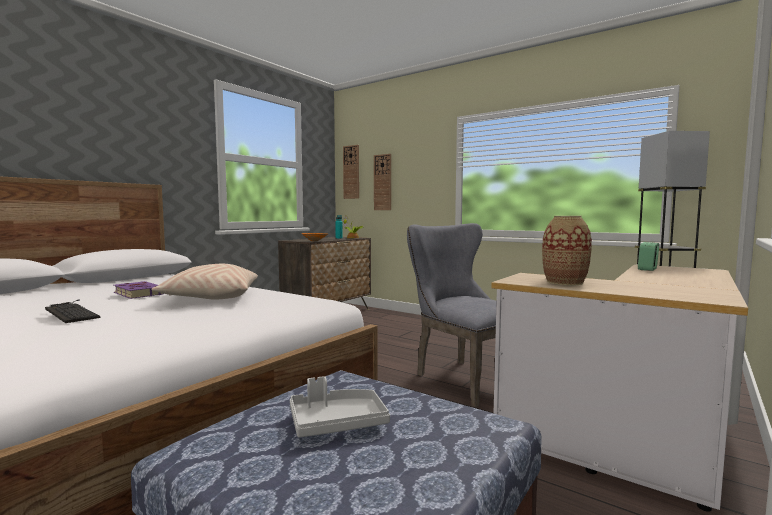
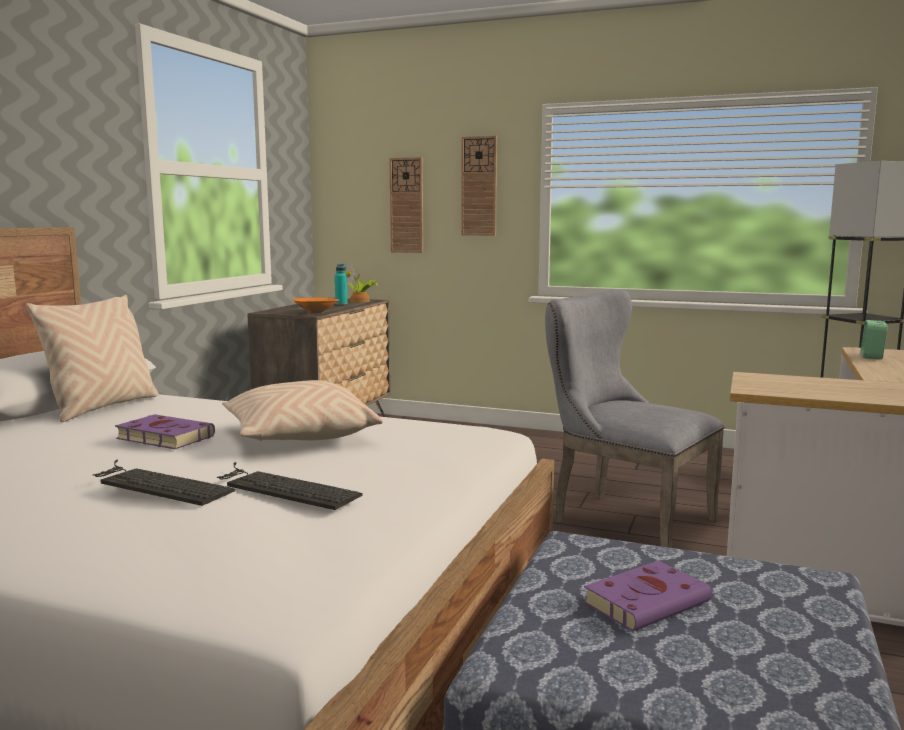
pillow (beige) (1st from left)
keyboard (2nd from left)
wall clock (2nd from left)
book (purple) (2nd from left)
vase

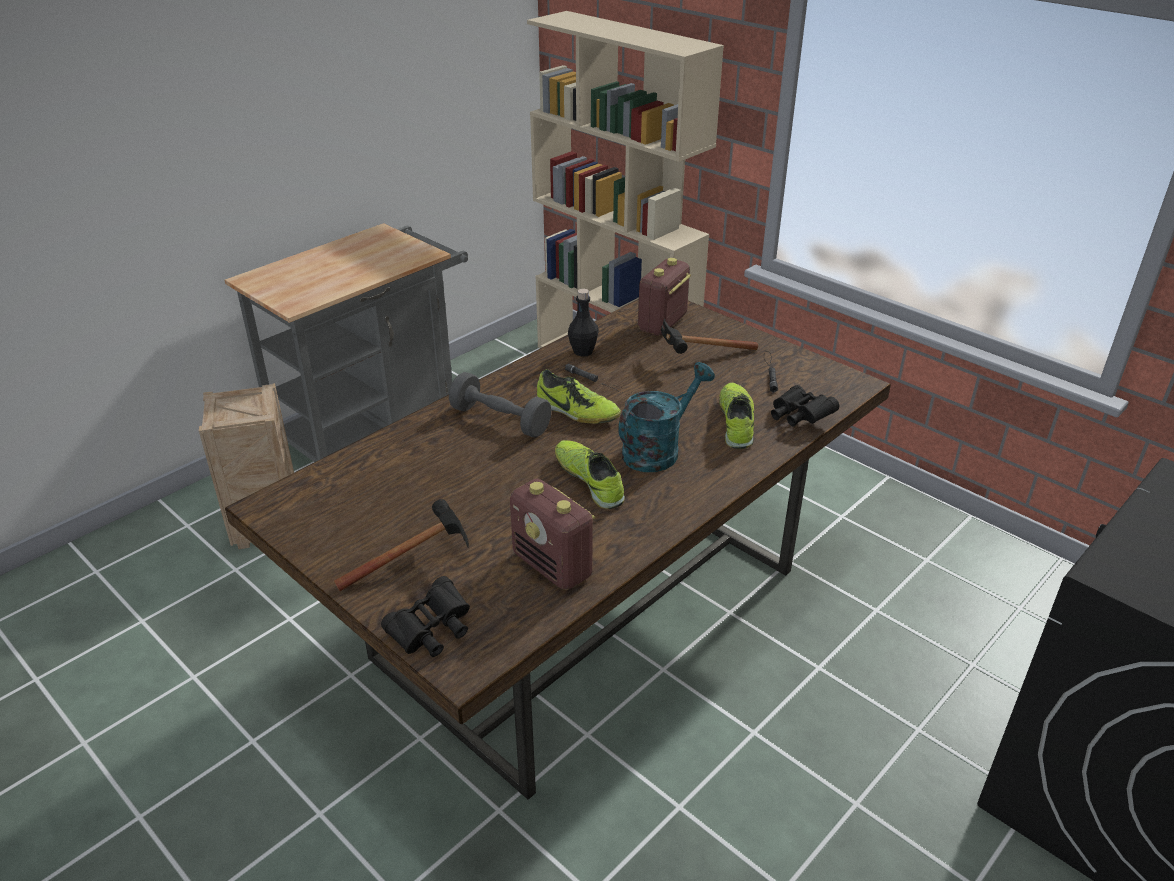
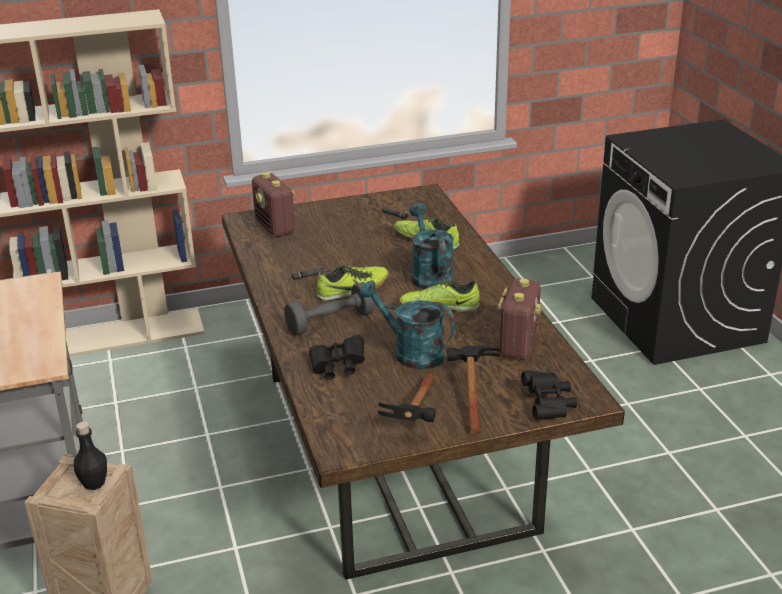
bottle (black)
binoculars (black) (1st from left)
watering can (turquoise) (1st from left)
hammer (1st from left)
radio (2nd from left)

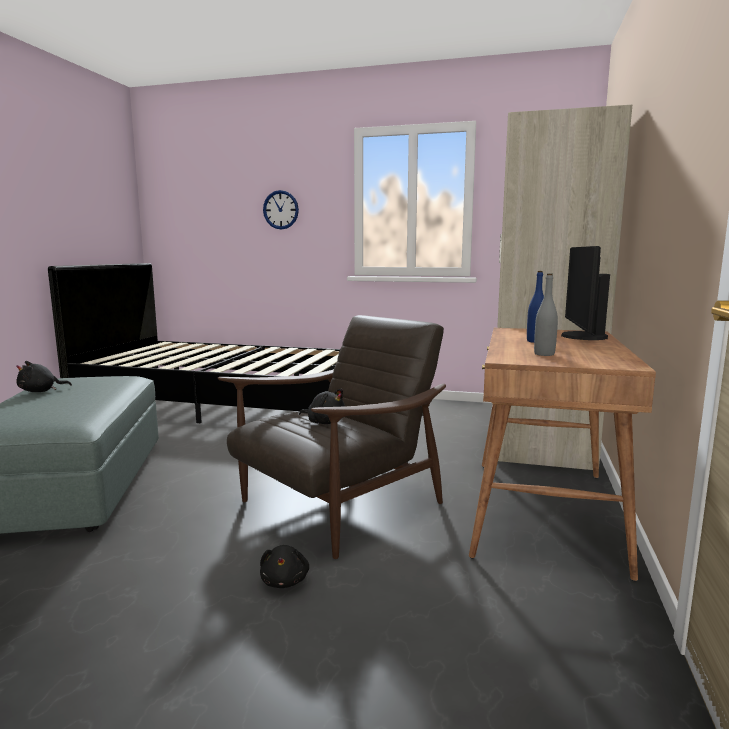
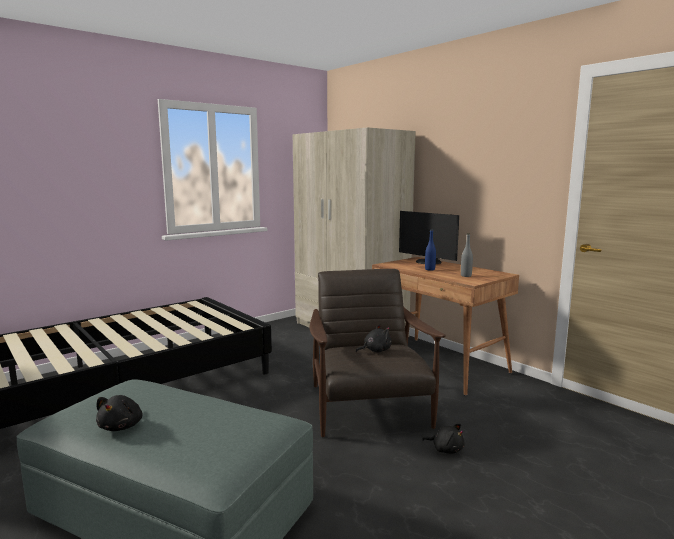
wall clock

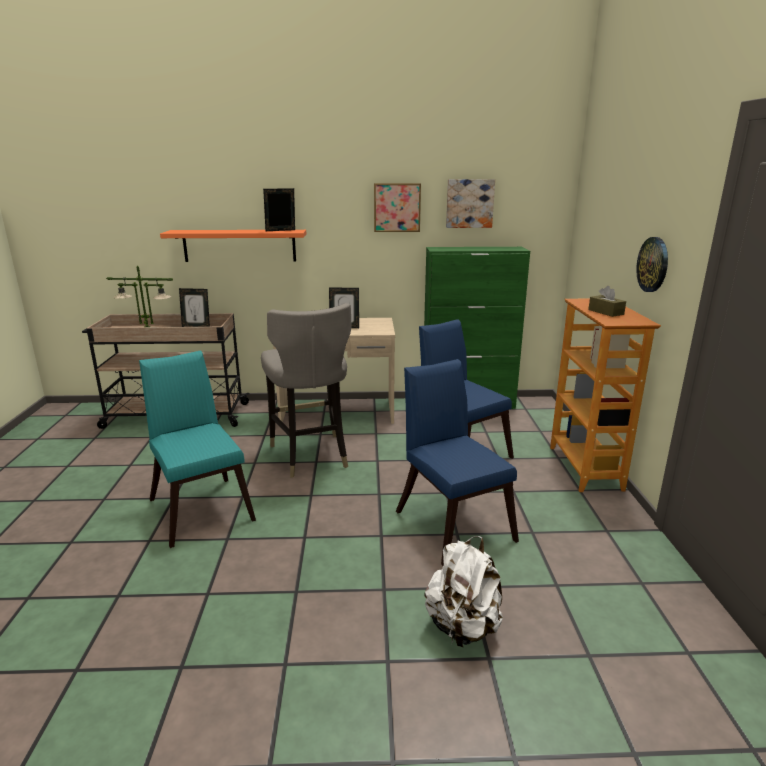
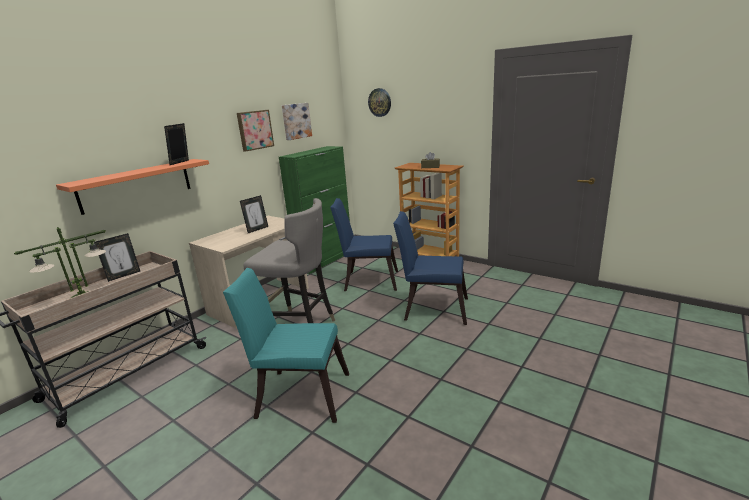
wall clock
backpack (white)

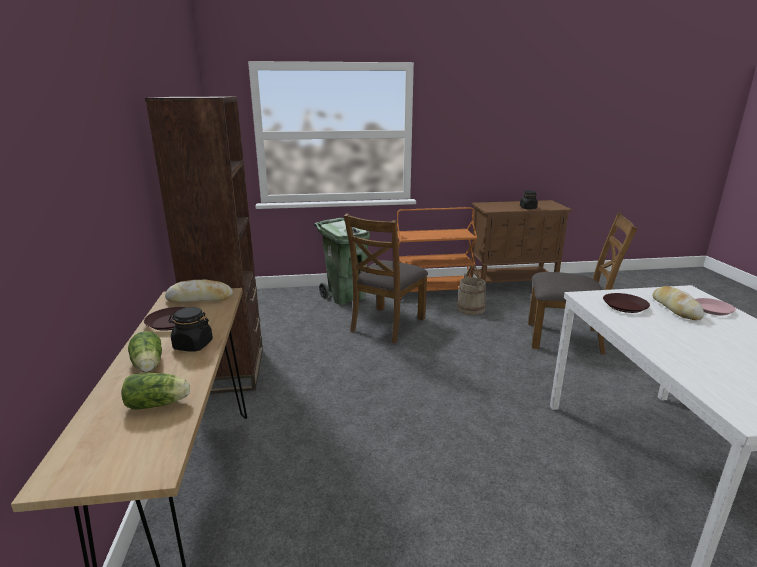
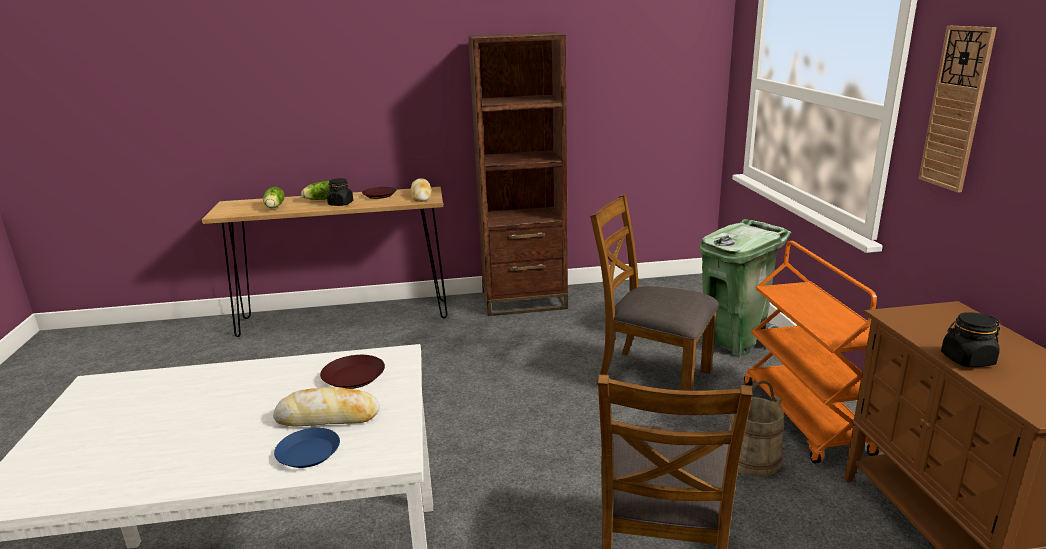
plate (blue)
wall clock

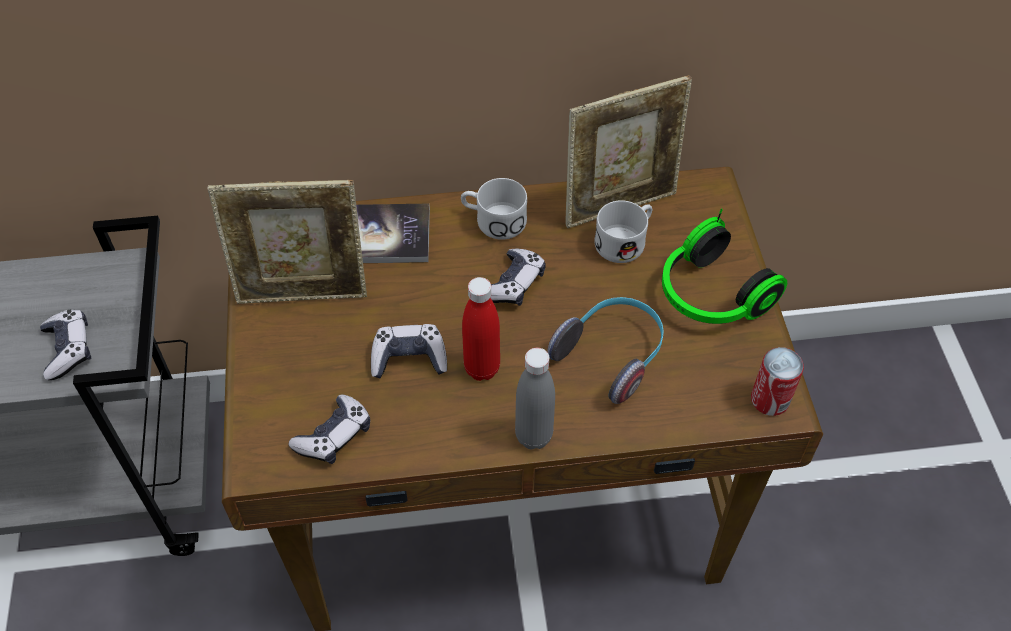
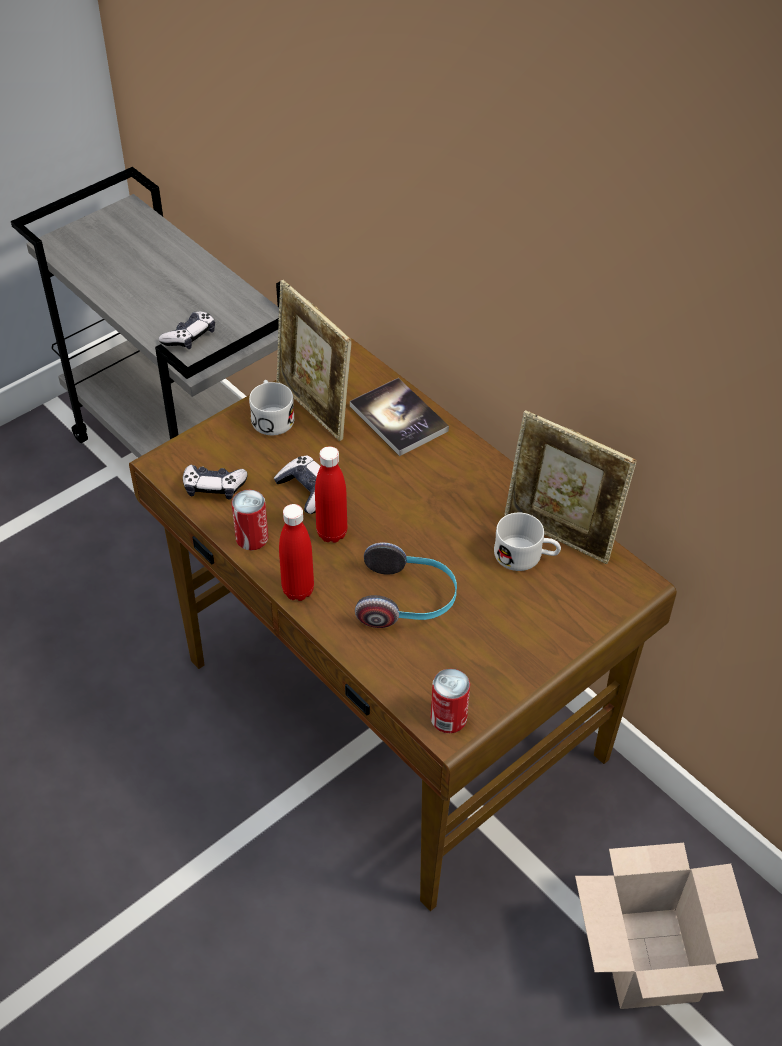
can (1st from left)
mug (white) (1st from left)
bottle (red) (1st from left)
cardboard box
game controller (4th from left in the first image)
headphones (2nd from left in the first image)

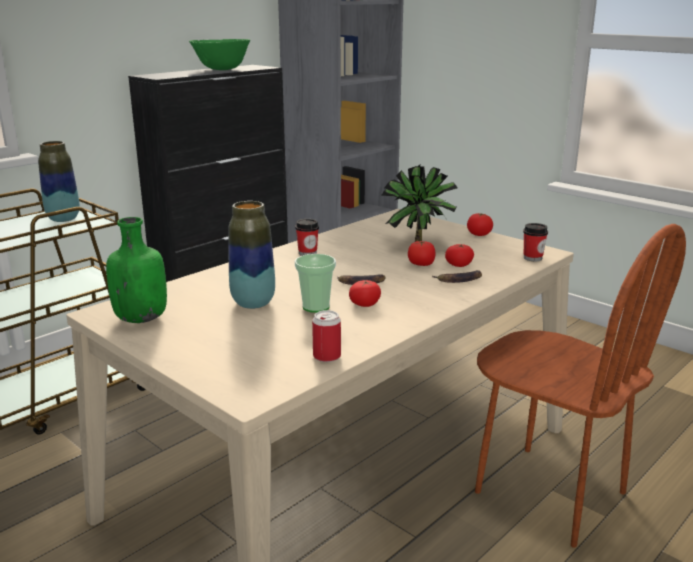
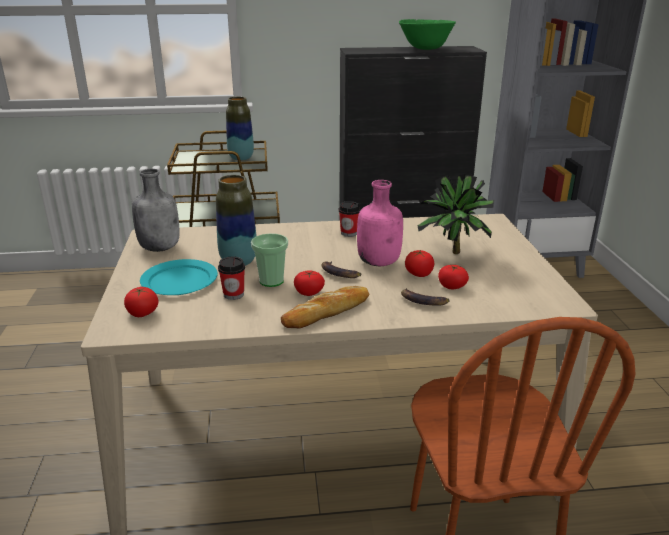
tomato (1st from left)
bottle (grey)
plate (turquoise)
cup (1st from left)
bread
bottle (pink)
can

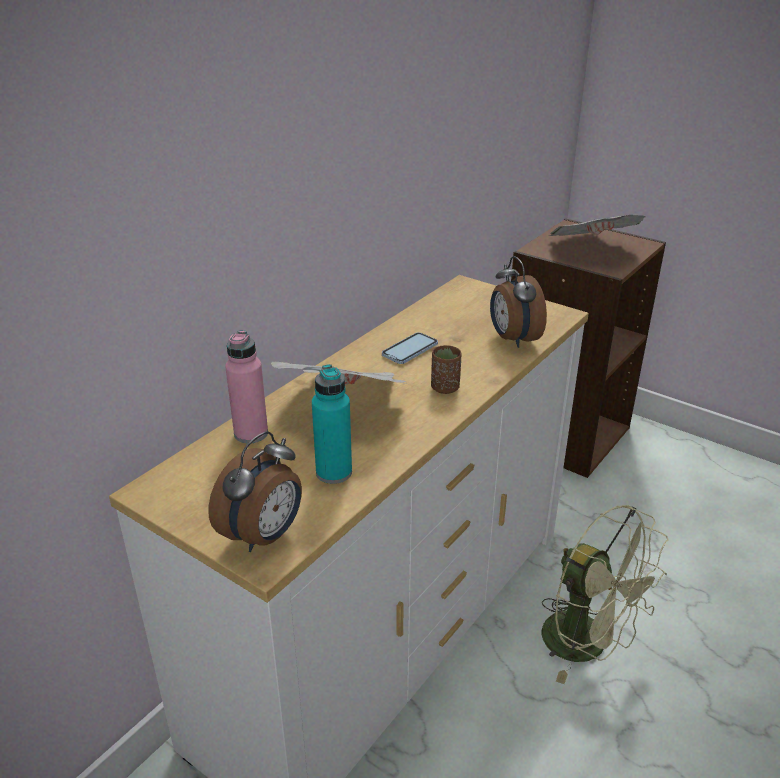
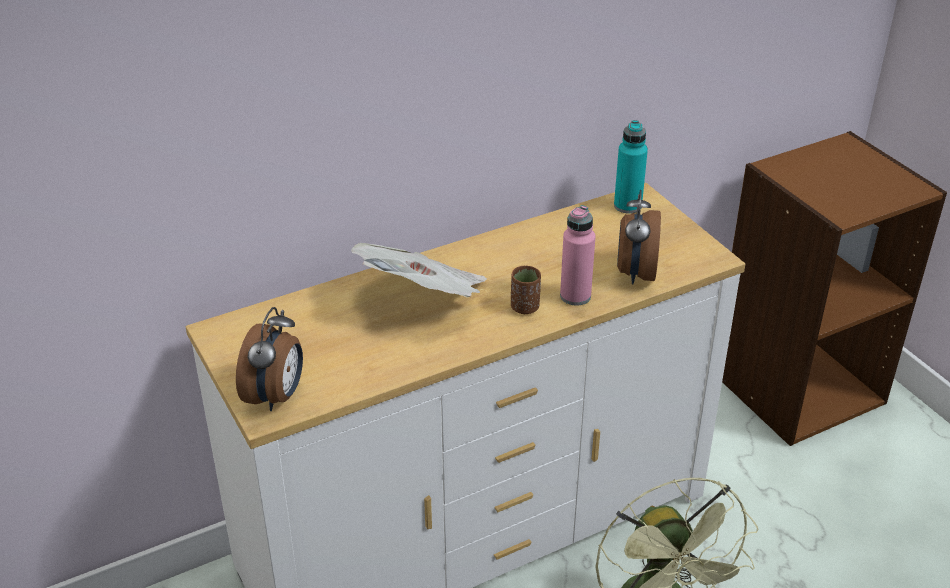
alarm clock (1st from left)
bottle (pink)
bottle (turquoise)
phone
newspaper (2nd from left in the first image)

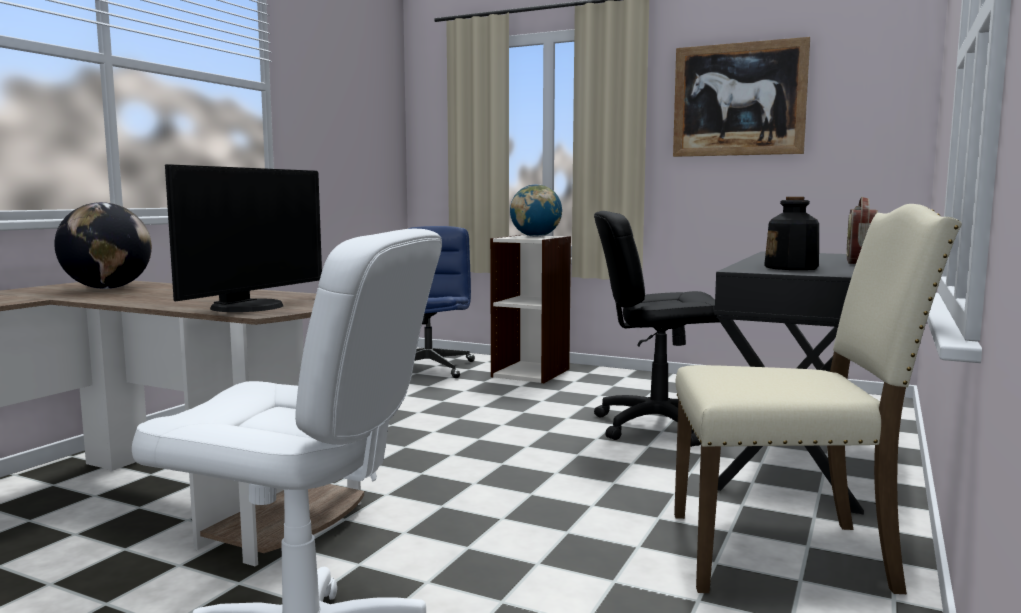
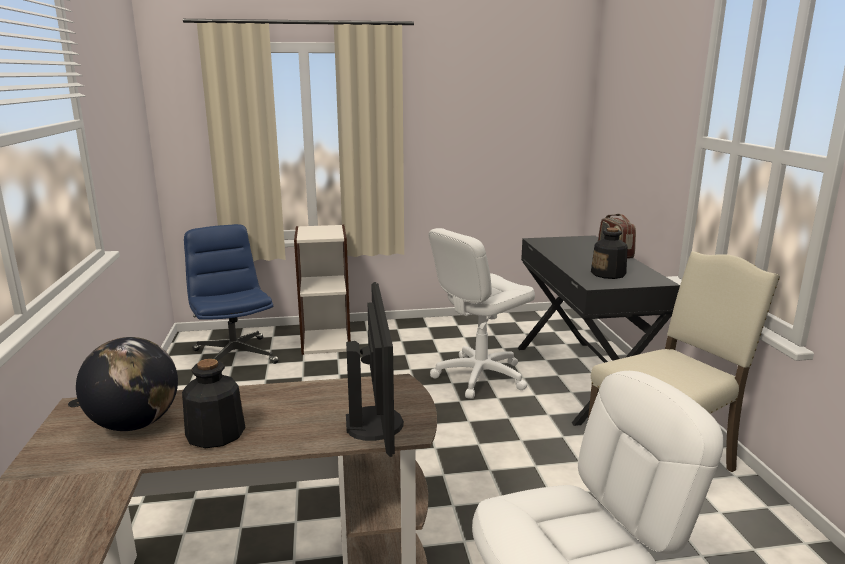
bottle (1st from left)
office chair (white) (1st from left)
globe (2nd from left in the first image)
picture

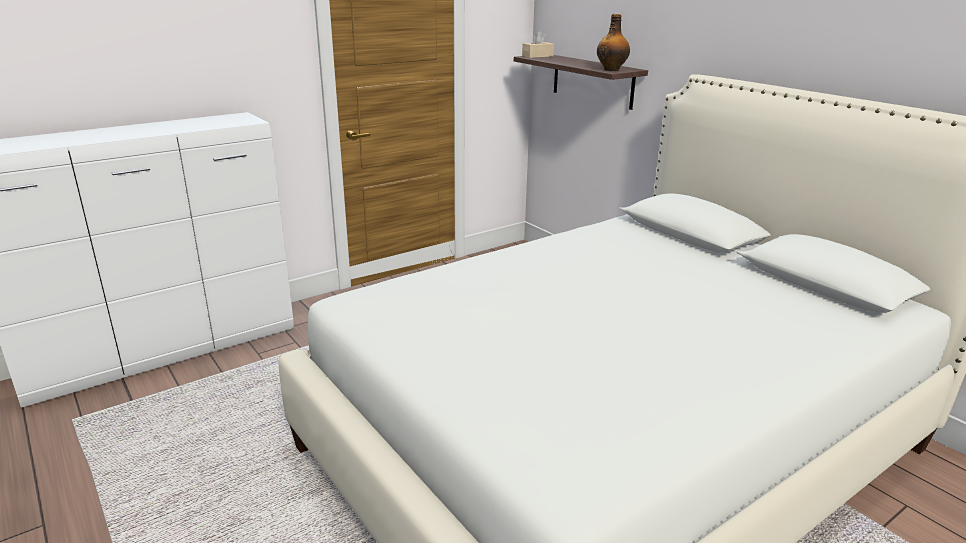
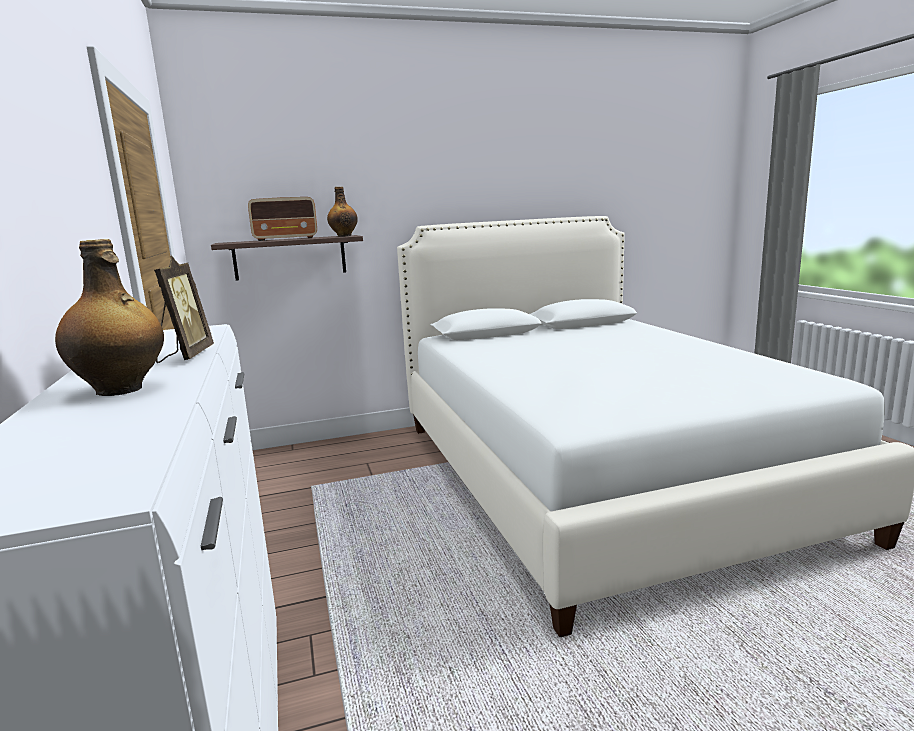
bottle (1st from left)
picture frame
radio
tissue box (beige)

